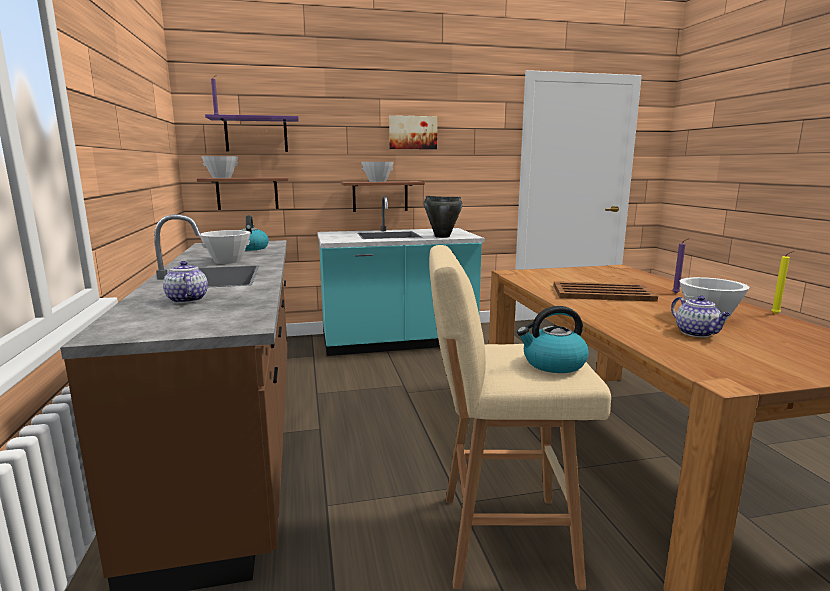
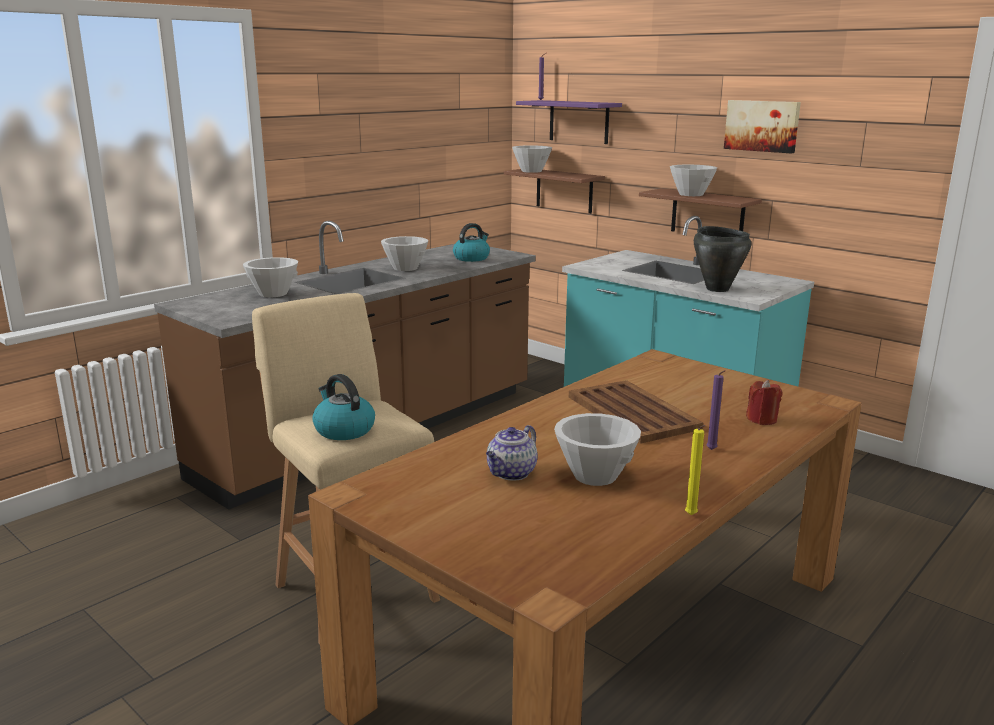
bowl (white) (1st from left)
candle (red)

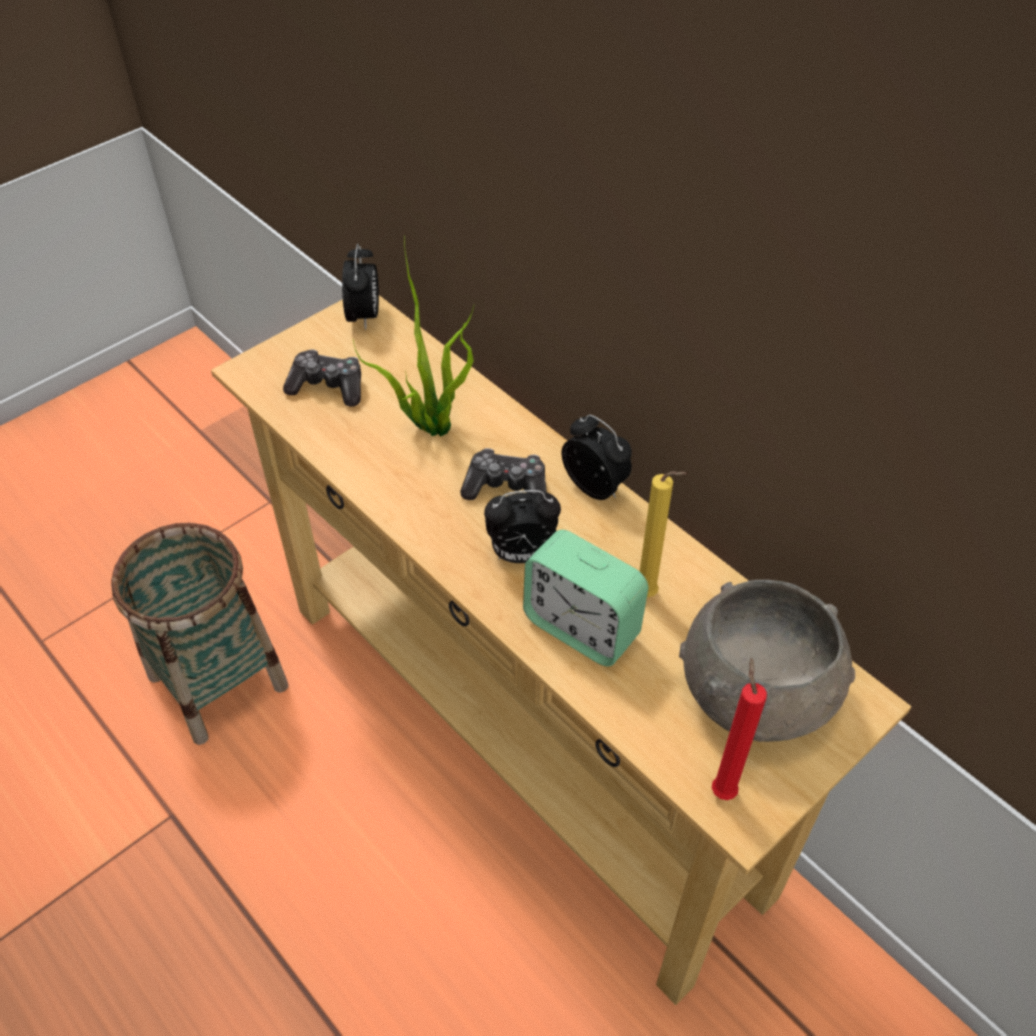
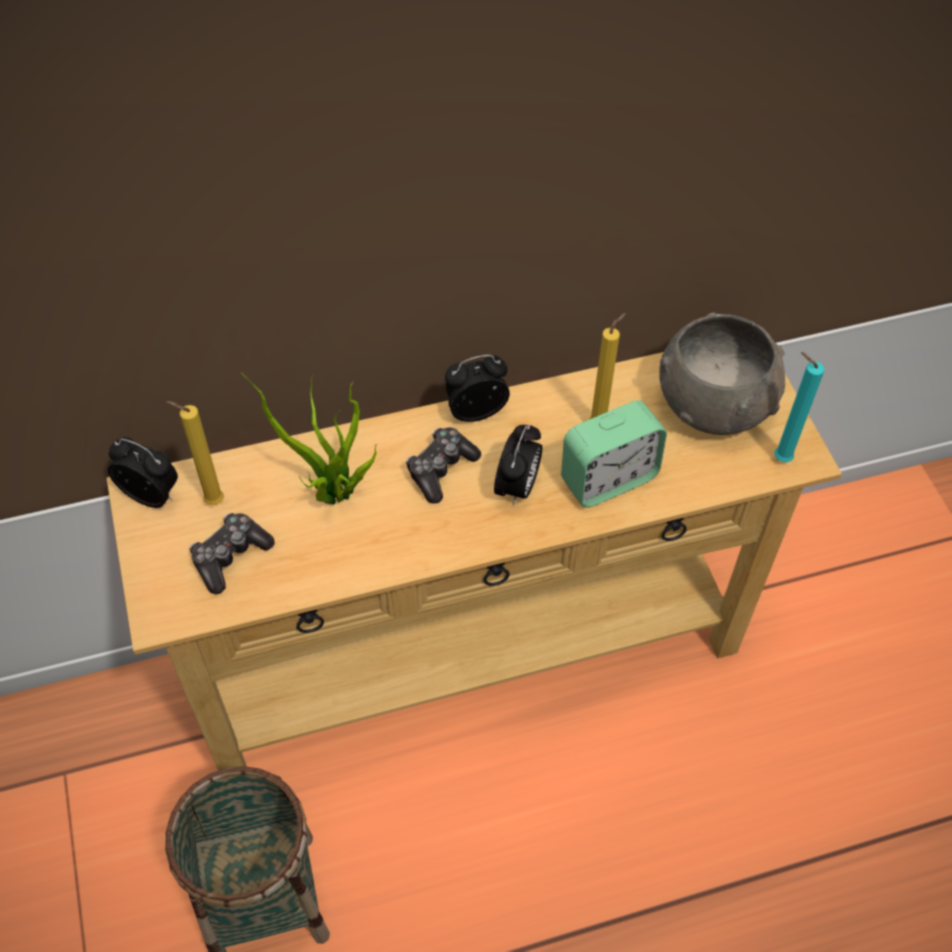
candle (yellow) (1st from left)
candle (turquoise)

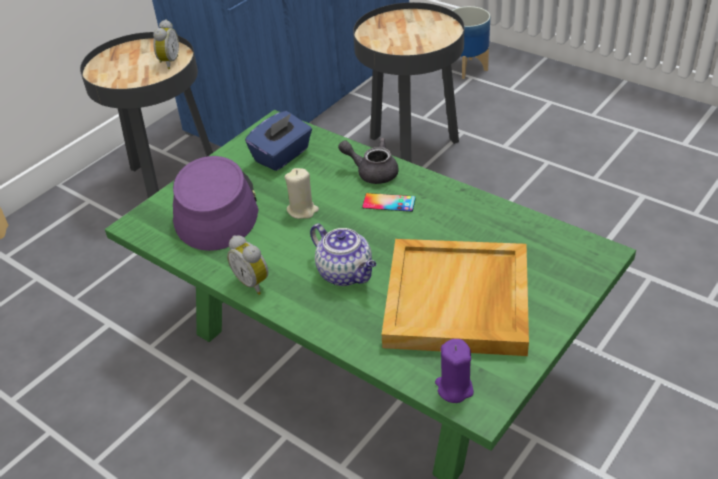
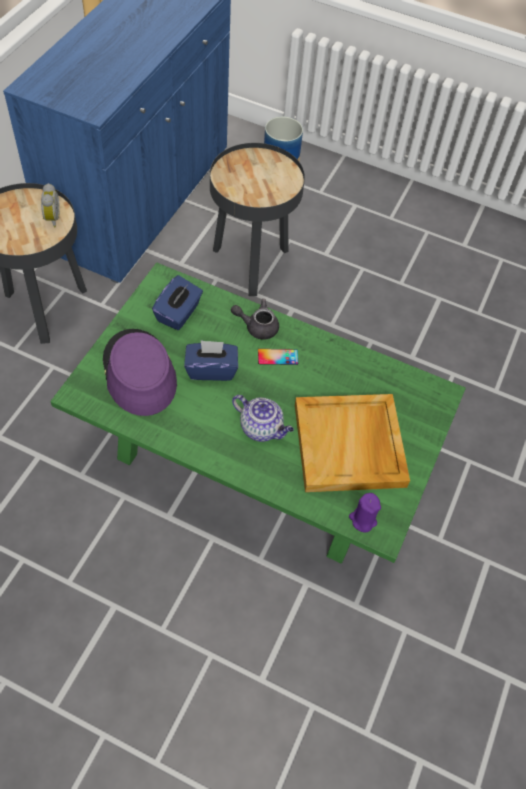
tissue box (blue) (2nd from left)
alarm clock (2nd from left in the first image)

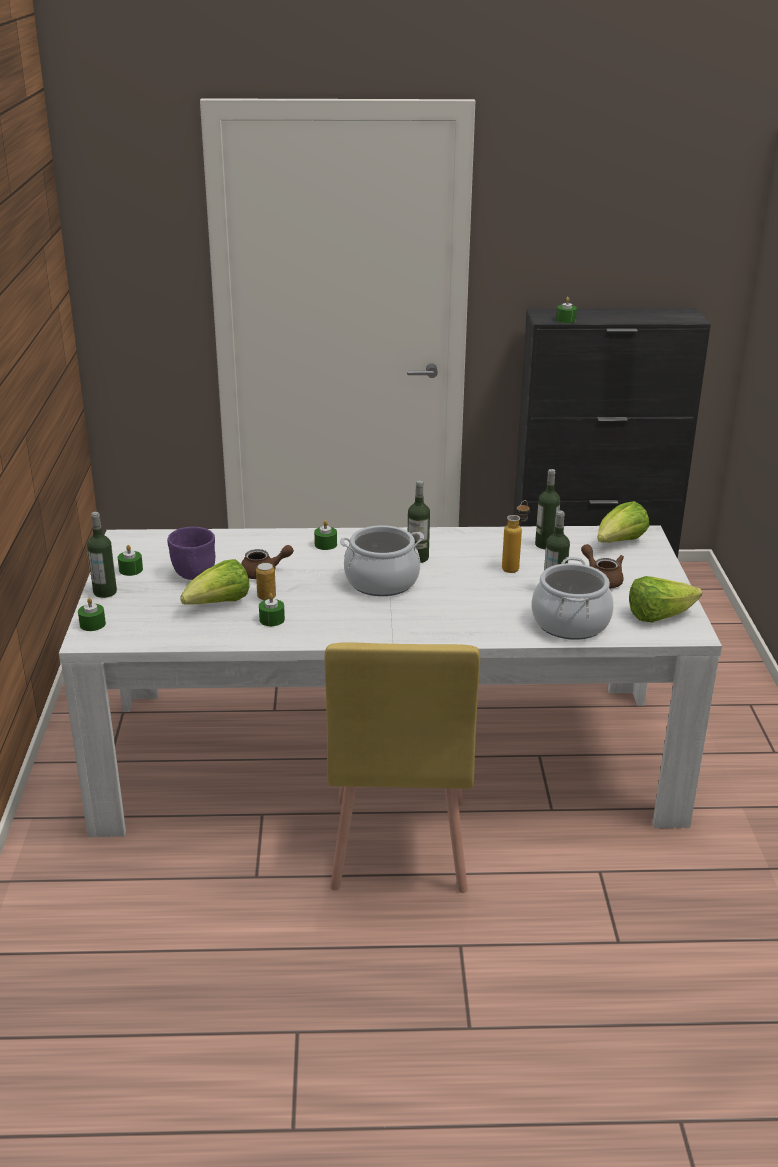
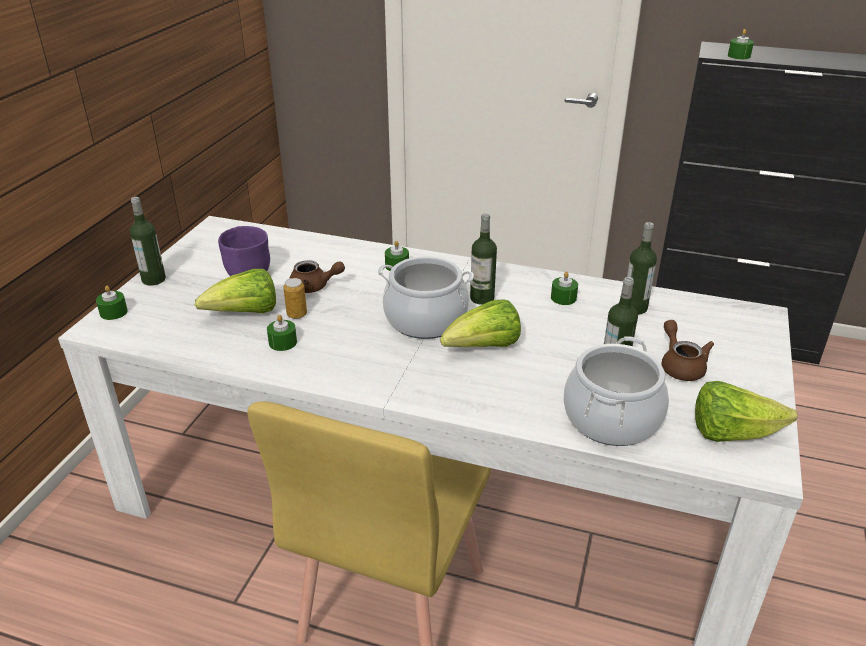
lettuce (2nd from left)
candle (green) (4th from left)
bottle (3rd from left in the first image)

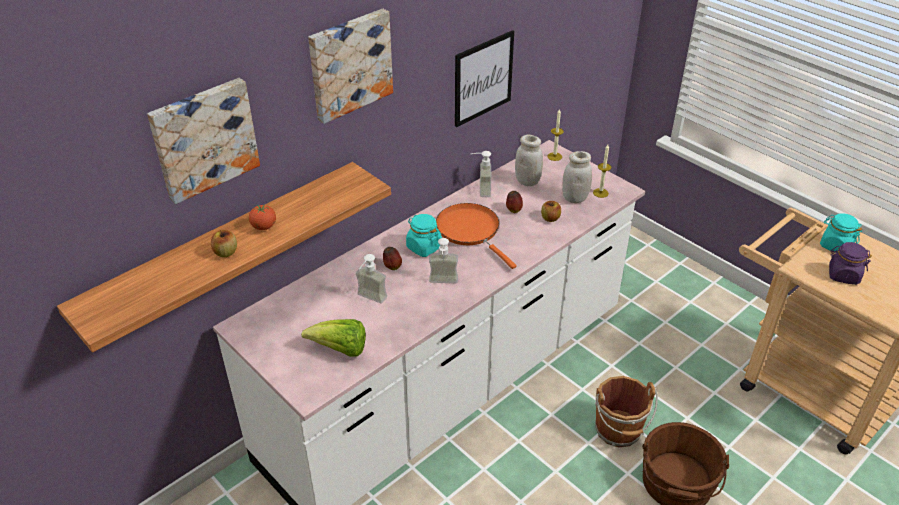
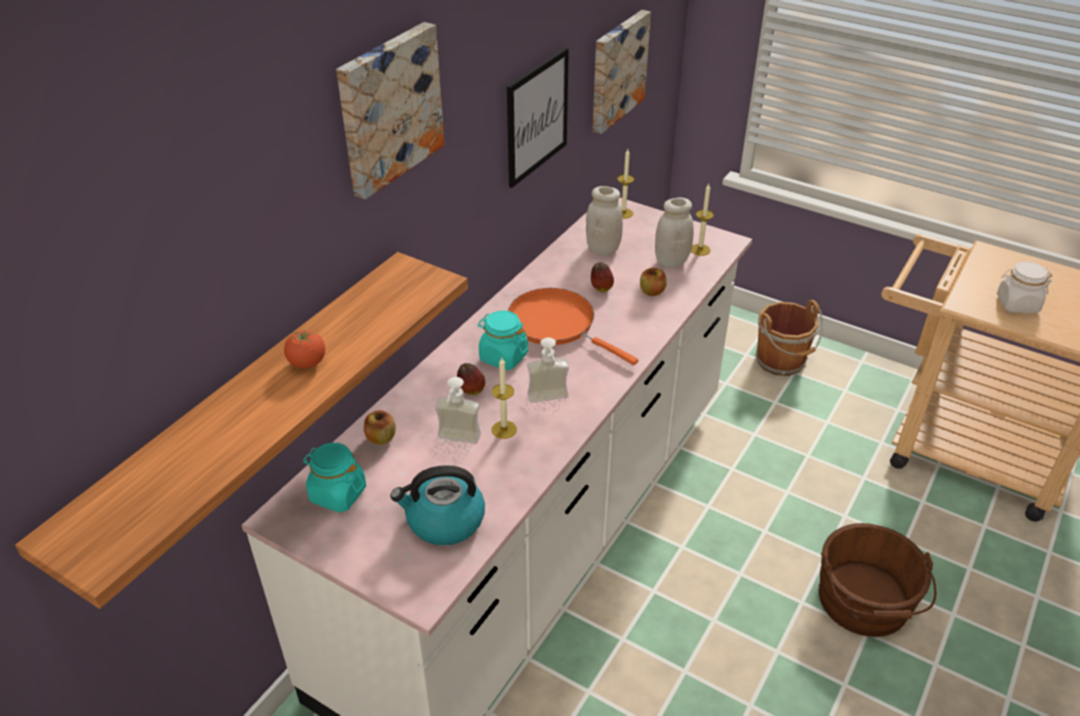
jar (turquoise) (1st from left)
apple (1st from left)
kettle
candle (1st from left)
picture (3rd from left)
bucket (brown) (1st from left)
jar (white) (3rd from left)
soap dispenser (3rd from left in the first image)

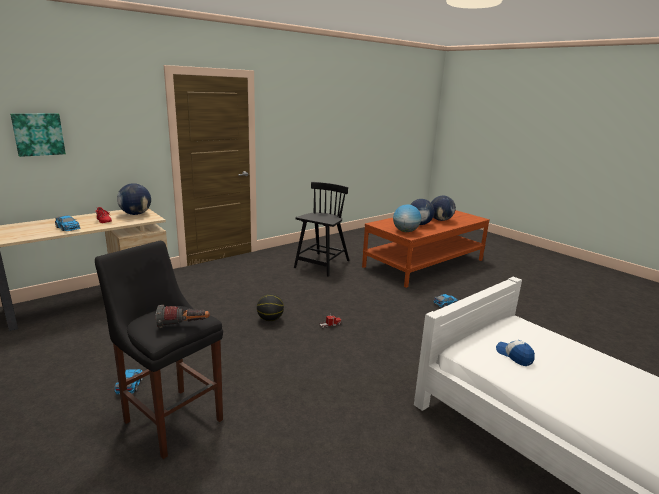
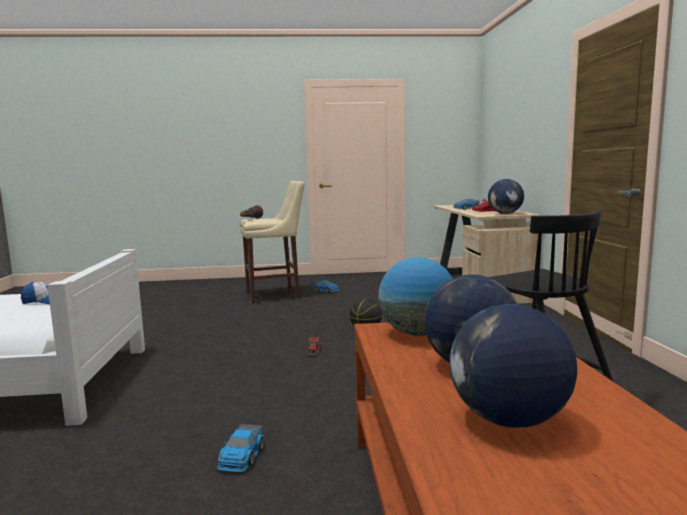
stool (beige)
picture

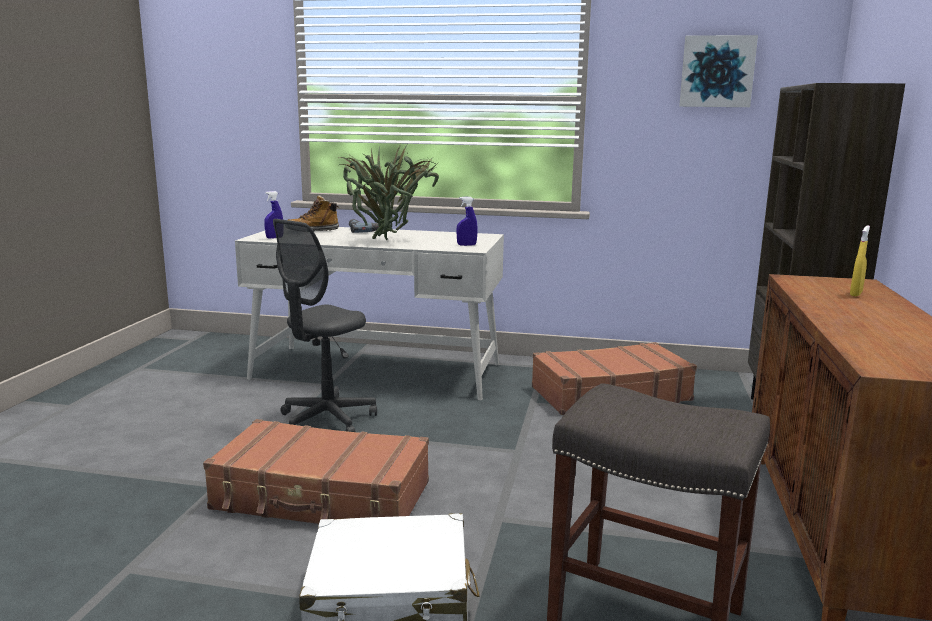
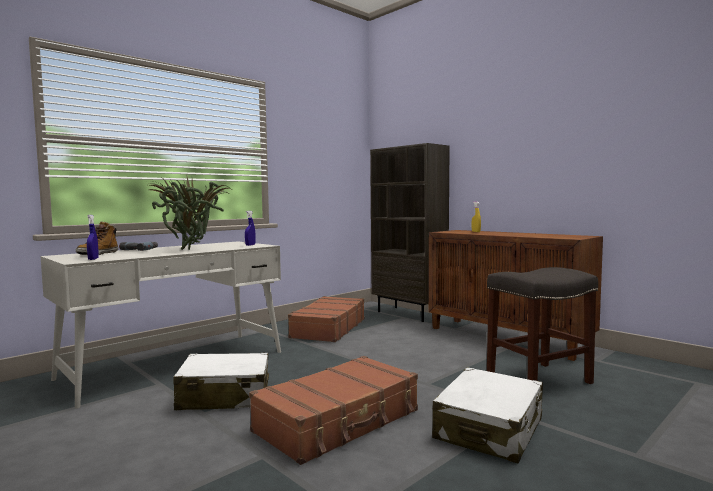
suitcase (white) (1st from left)
picture

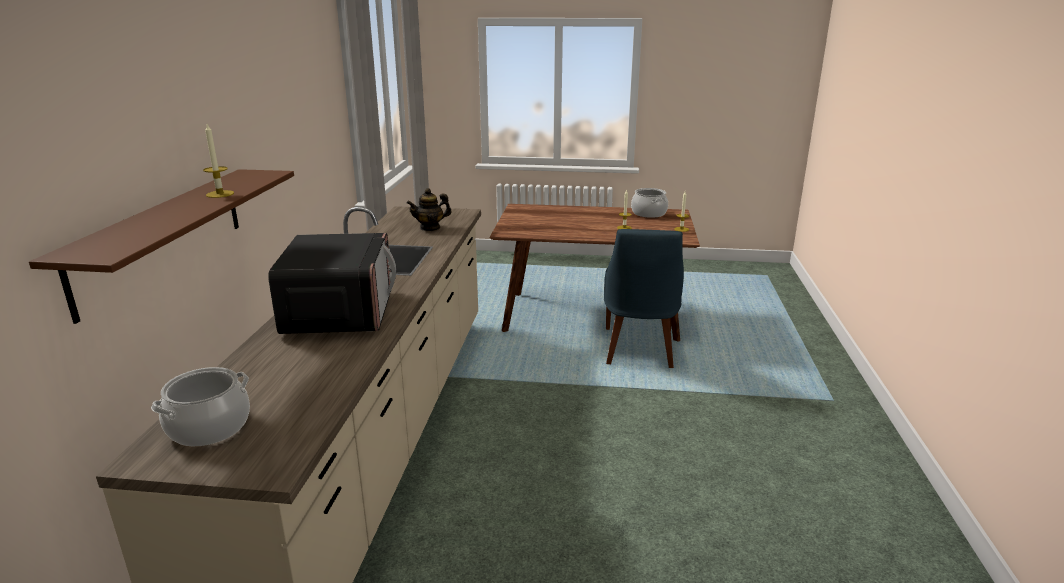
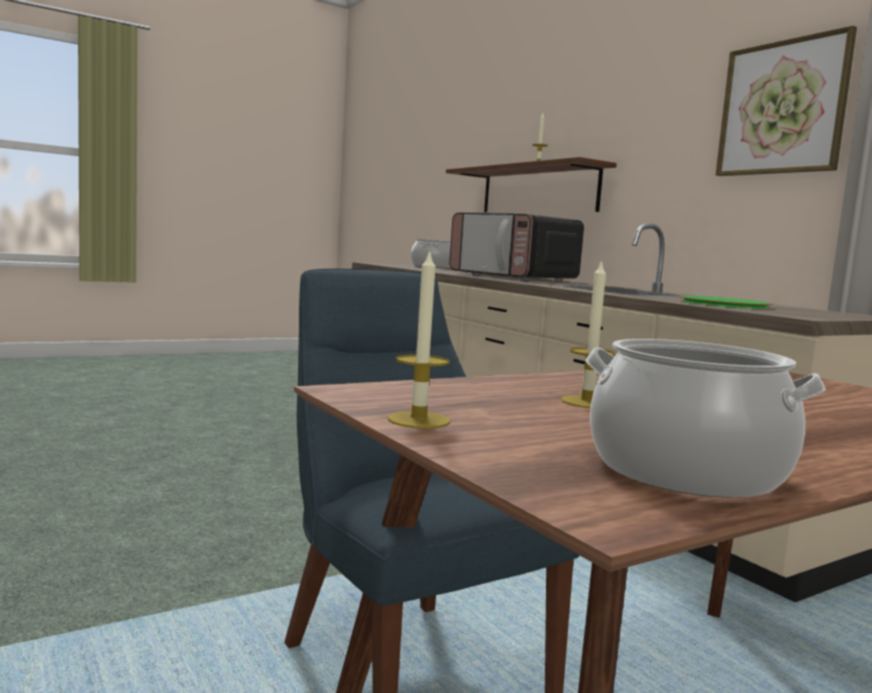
plate (green)
picture

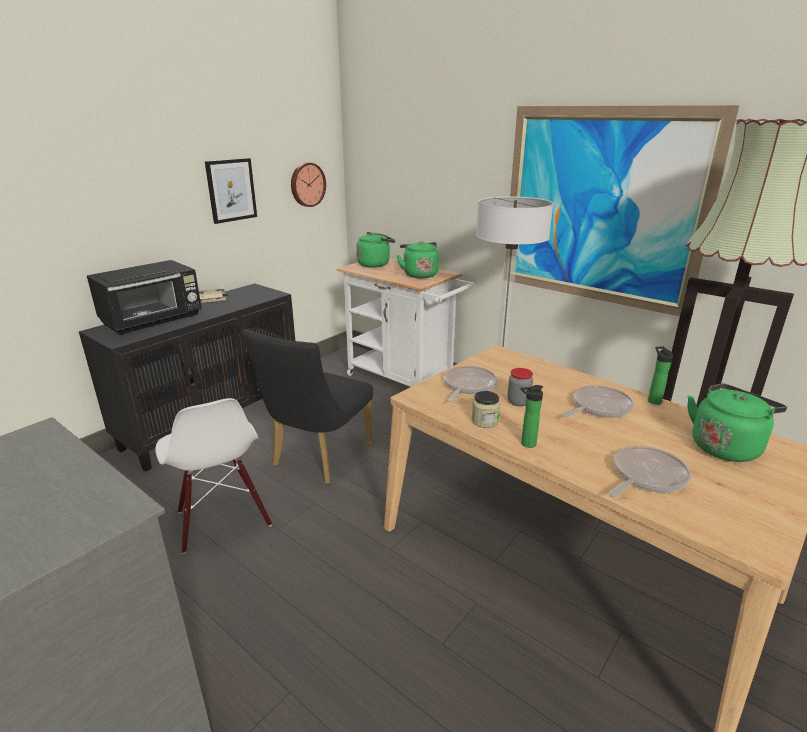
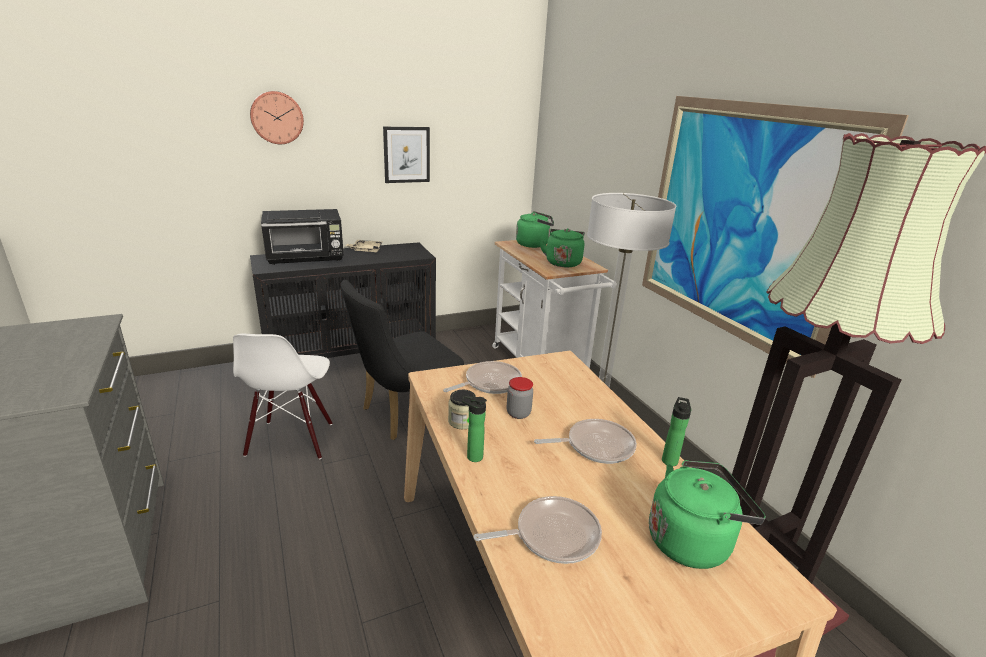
wall clock

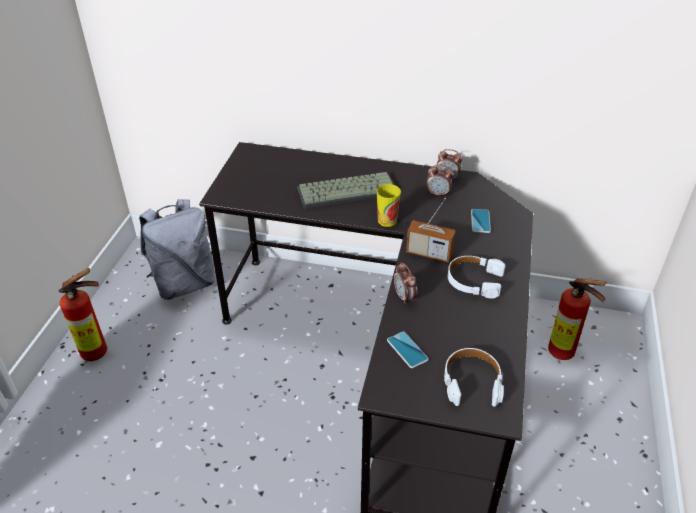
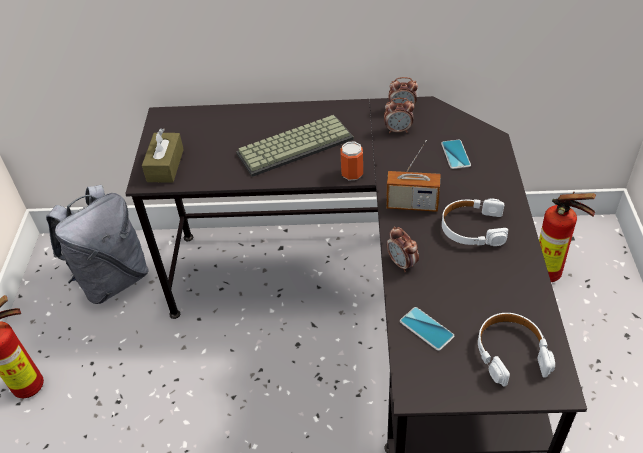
tissue box (brown)
can

